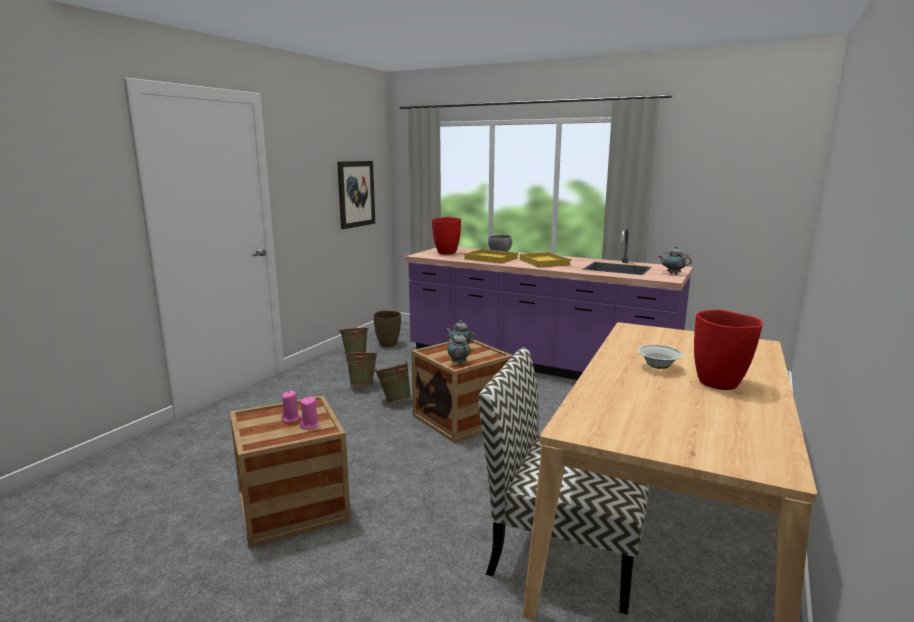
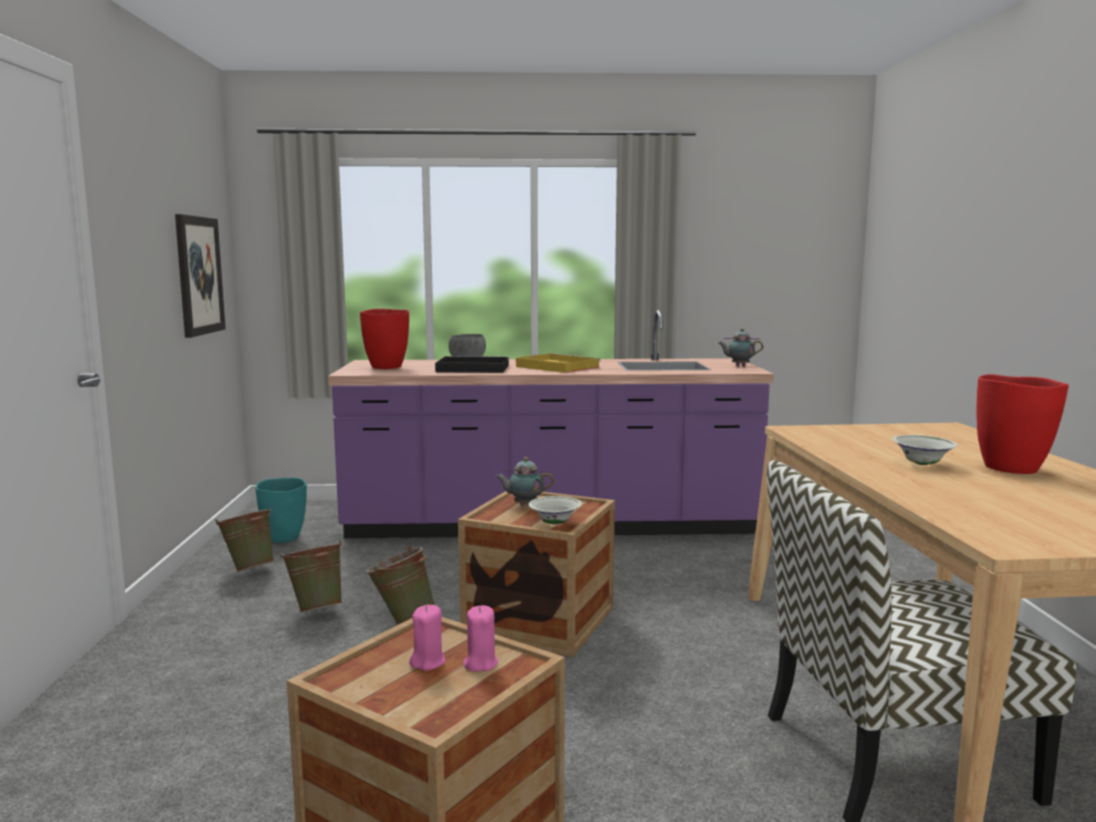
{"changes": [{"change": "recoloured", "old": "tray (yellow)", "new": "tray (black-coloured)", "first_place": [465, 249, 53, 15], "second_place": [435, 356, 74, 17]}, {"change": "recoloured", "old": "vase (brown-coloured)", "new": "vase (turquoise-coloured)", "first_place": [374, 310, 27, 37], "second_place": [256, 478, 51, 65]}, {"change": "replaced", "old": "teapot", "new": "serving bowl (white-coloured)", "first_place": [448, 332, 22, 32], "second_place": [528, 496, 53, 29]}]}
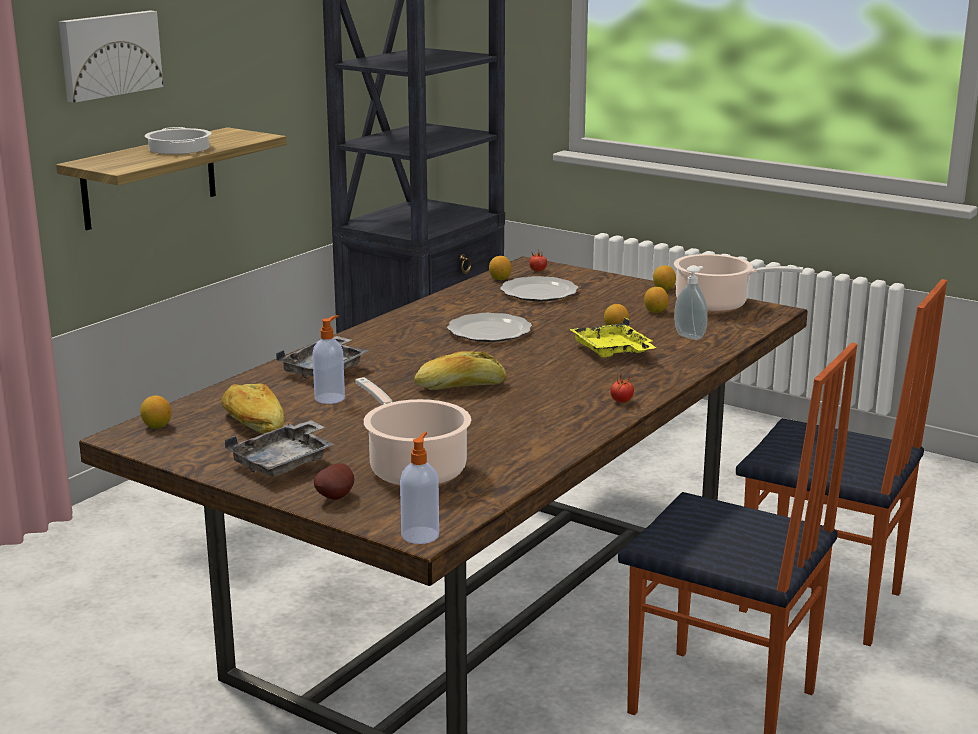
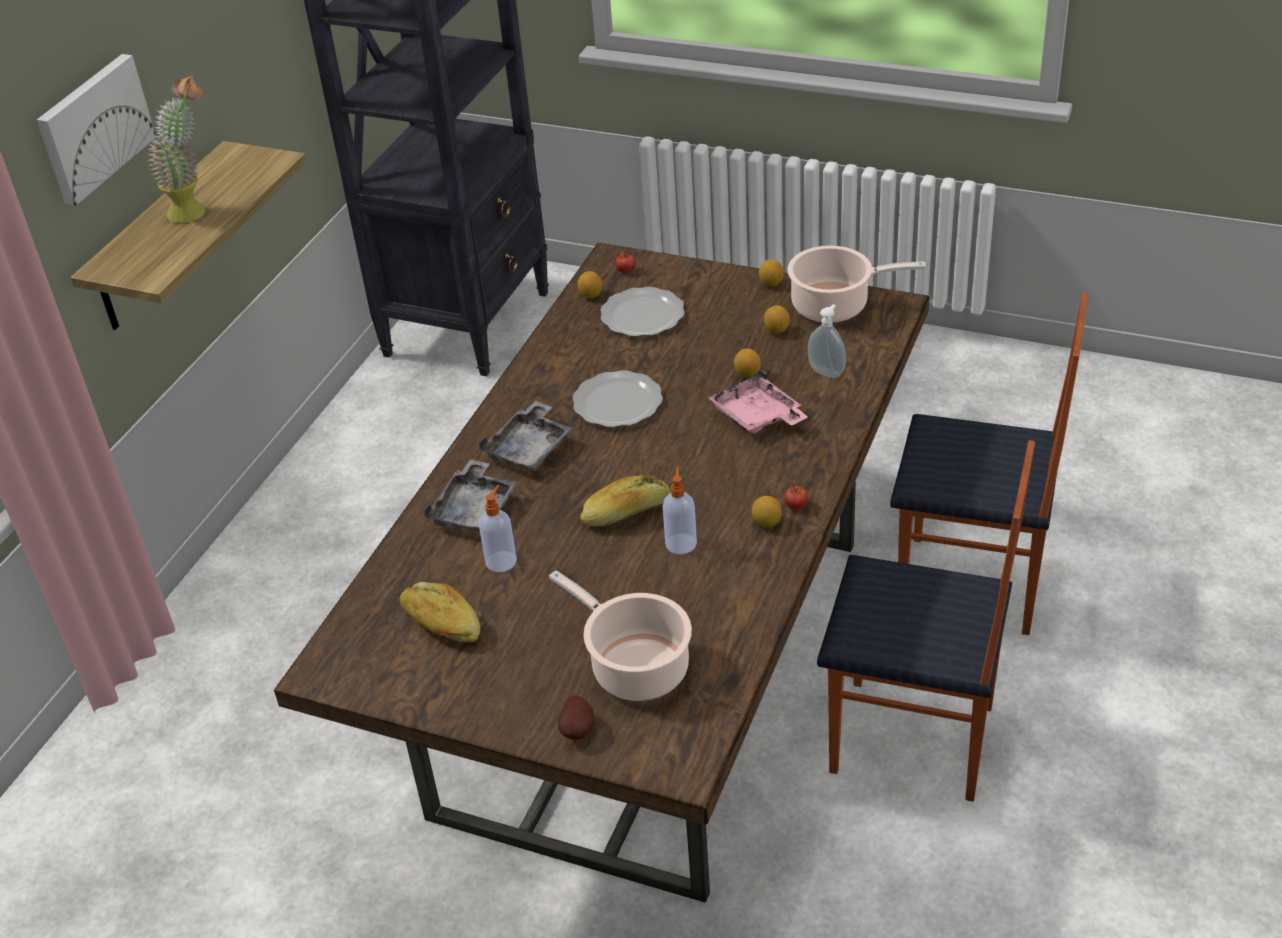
{"changes": [{"change": "replaced", "old": "saucepot", "new": "potted plant", "first_place": [145, 127, 67, 27], "second_place": [147, 75, 59, 148]}, {"change": "recoloured", "old": "tray (yellow)", "new": "tray (pinkish)", "first_place": [570, 318, 86, 40], "second_place": [708, 369, 100, 65]}, {"change": "moved", "old": "lemon", "first_place": [140, 395, 31, 34], "second_place": [752, 496, 30, 32]}, {"change": "moved", "old": "tray (greyish)", "first_place": [225, 420, 110, 57], "second_place": [479, 401, 93, 71]}, {"change": "moved", "old": "soap dispenser", "first_place": [400, 432, 39, 112], "second_place": [663, 466, 34, 89]}]}
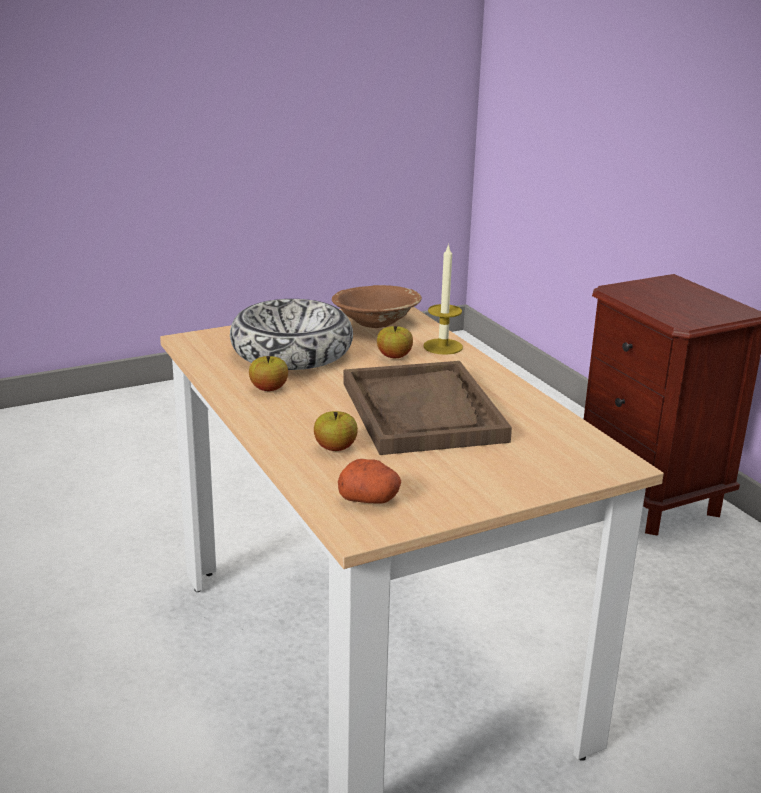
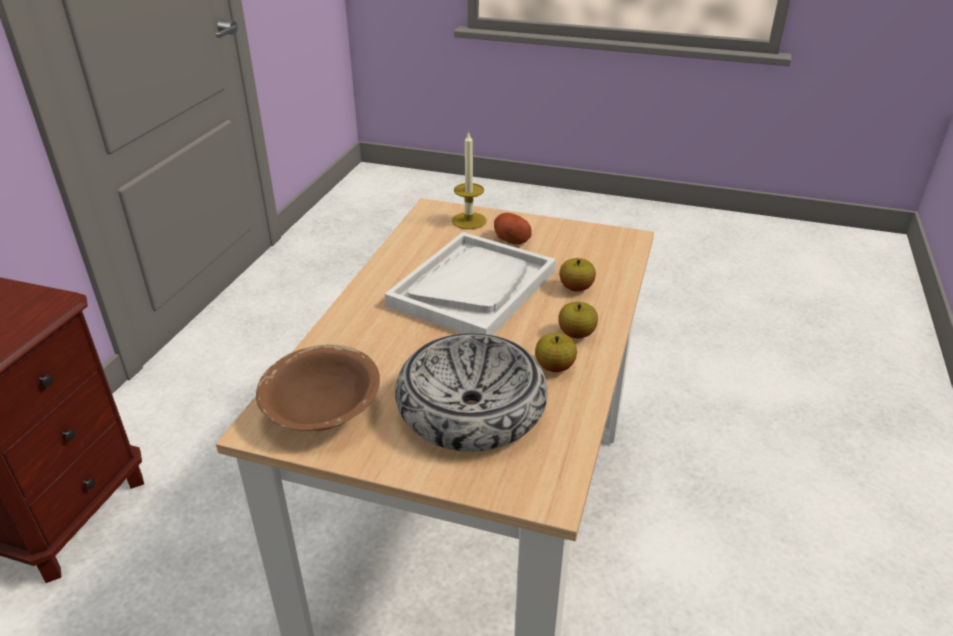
{"changes": [{"change": "moved", "old": "wax light", "first_place": [424, 243, 39, 112], "second_place": [452, 131, 34, 98]}, {"change": "moved", "old": "apple", "first_place": [377, 326, 36, 32], "second_place": [558, 302, 40, 36]}, {"change": "recoloured", "old": "tray (brown-coloured)", "new": "tray (white-coloured)", "first_place": [344, 361, 168, 94], "second_place": [385, 232, 171, 103]}, {"change": "moved", "old": "whole potato", "first_place": [338, 459, 63, 45], "second_place": [494, 213, 38, 31]}]}
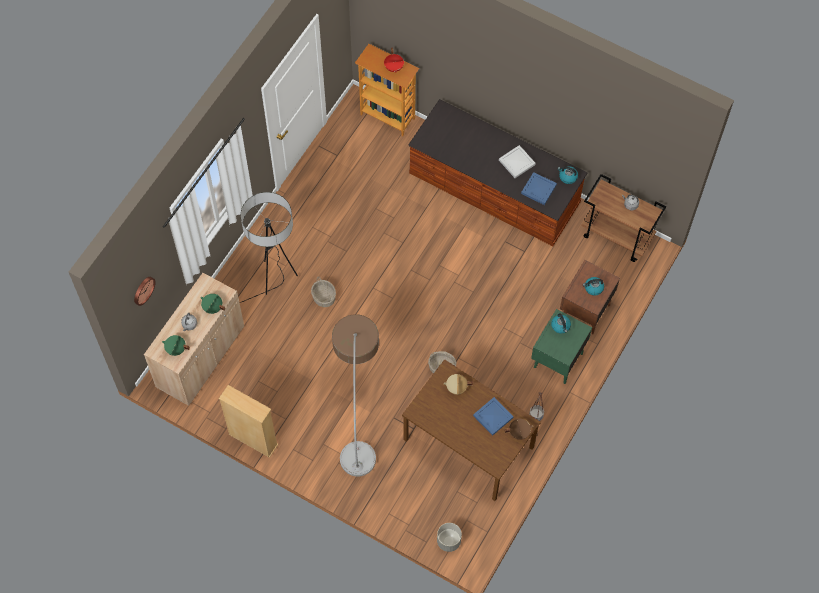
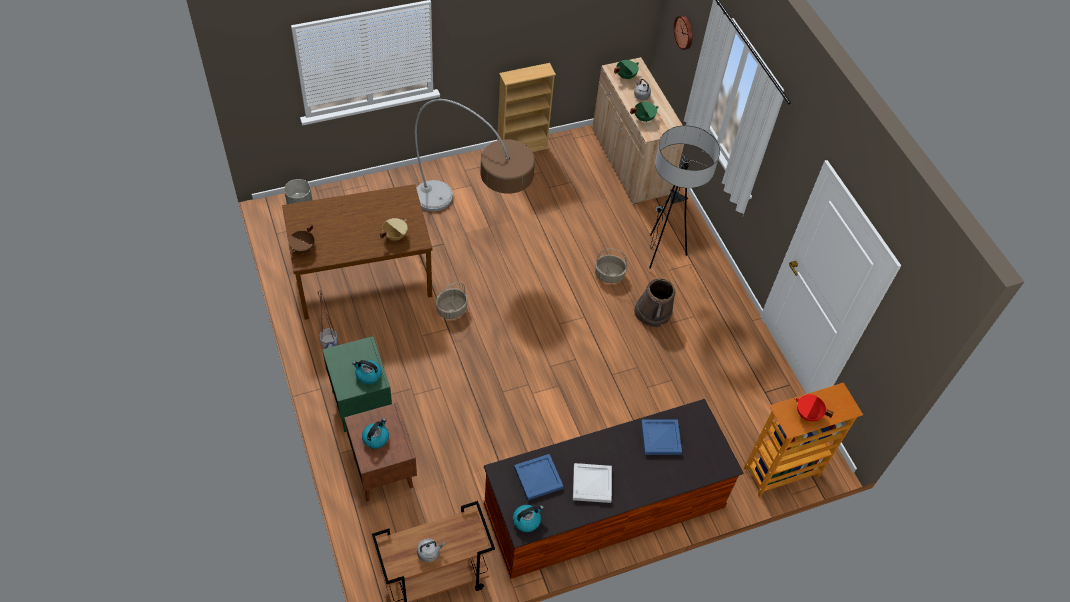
{"changes": [{"change": "moved", "old": "tray (bluish)", "first_place": [473, 397, 40, 39], "second_place": [641, 419, 41, 36]}, {"change": "added", "new": "bucket (brown-coloured)", "second_place": [634, 278, 41, 49]}]}
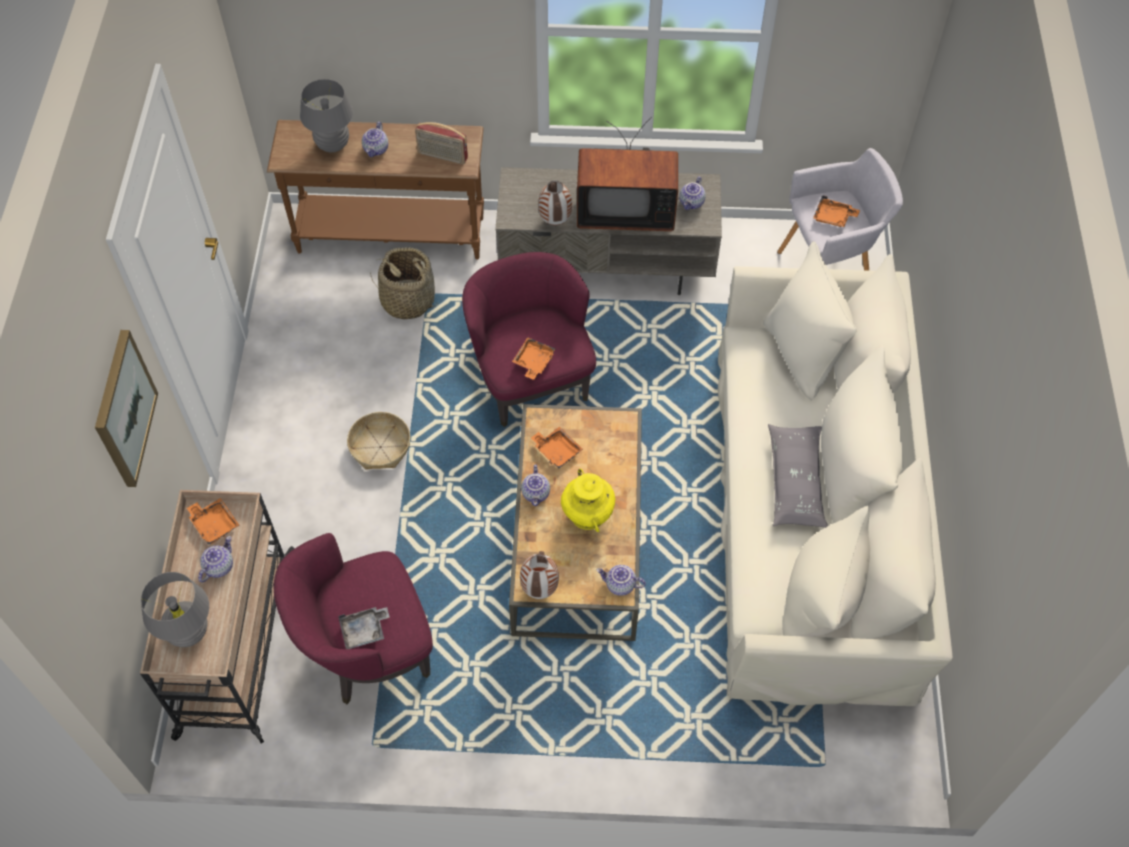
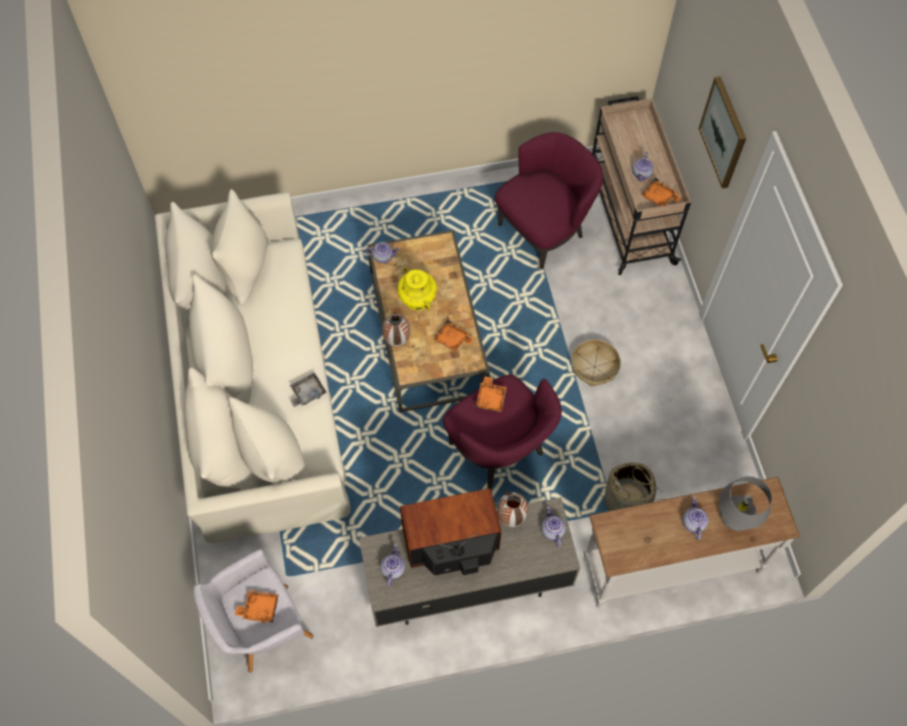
{"changes": [{"change": "recoloured", "old": "narrow table (brown-coloured)", "new": "narrow table (white-coloured)", "first_place": [267, 120, 217, 140], "second_place": [584, 477, 216, 131]}, {"change": "removed", "old": "radio", "first_place": [415, 122, 53, 43]}, {"change": "removed", "old": "pillow (greyish)", "first_place": [768, 424, 60, 104]}, {"change": "moved", "old": "teapot", "first_place": [521, 464, 29, 42], "second_place": [541, 506, 25, 41]}, {"change": "moved", "old": "vase", "first_place": [520, 551, 39, 48], "second_place": [382, 312, 28, 35]}, {"change": "removed", "old": "table lamp (greyish)", "first_place": [140, 572, 69, 75]}, {"change": "moved", "old": "tray (greyish)", "first_place": [339, 607, 51, 42], "second_place": [290, 372, 37, 35]}]}
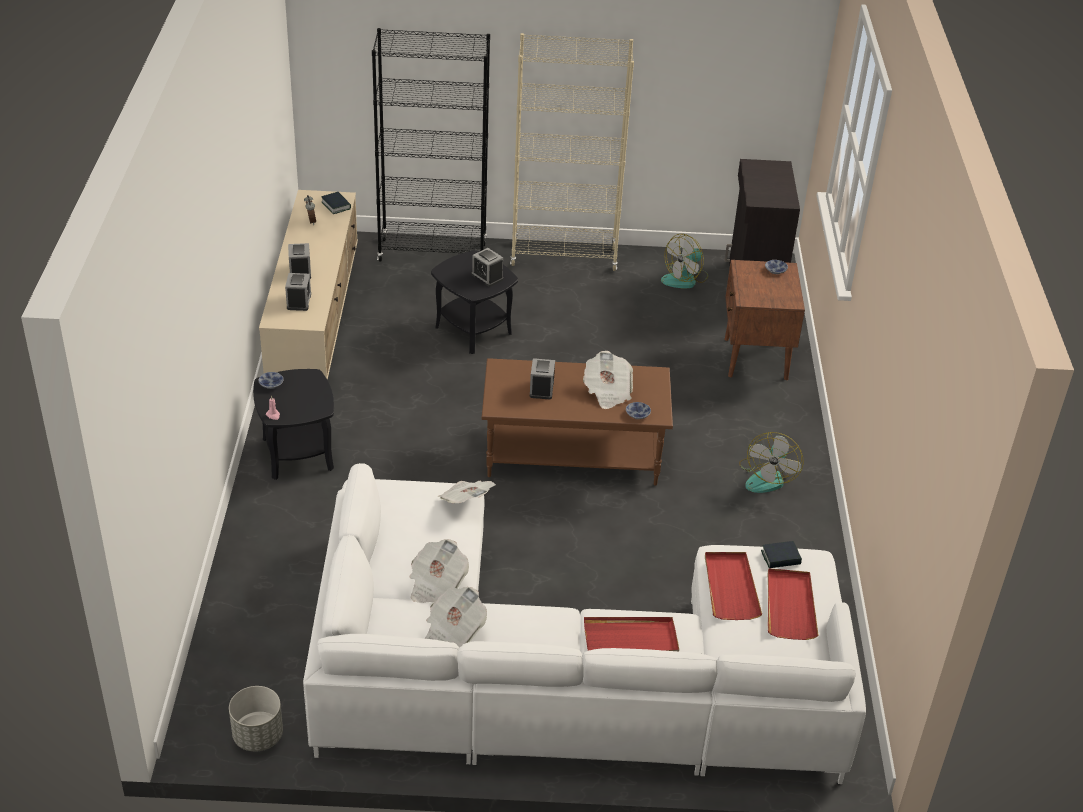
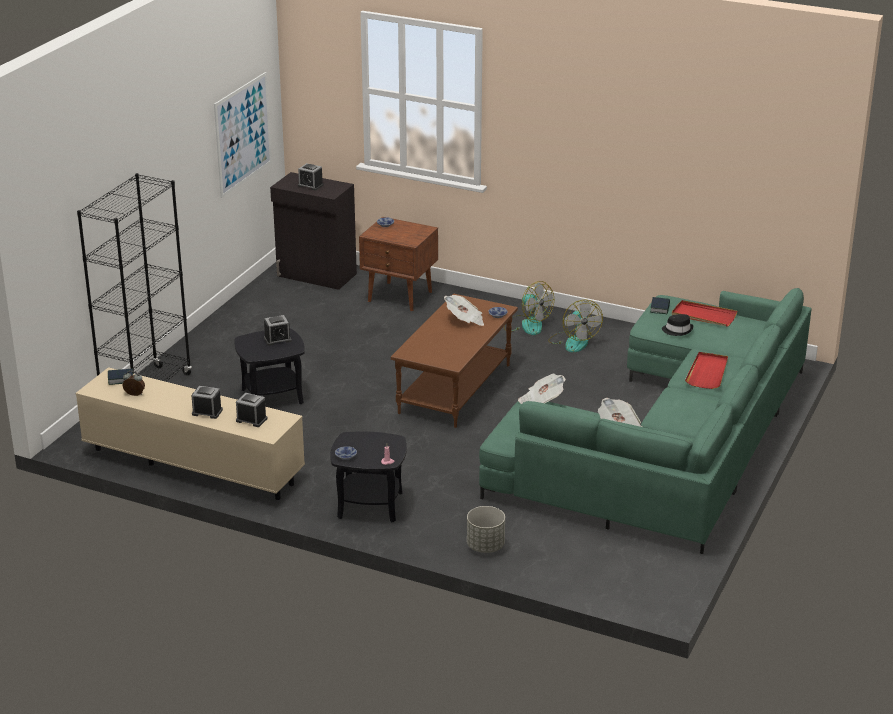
{"changes": [{"change": "removed", "old": "shelving unit (sand-coloured)", "first_place": [510, 33, 124, 238]}, {"change": "moved", "old": "cooling fan", "first_place": [661, 234, 47, 54], "second_place": [548, 300, 55, 53]}, {"change": "moved", "old": "alarm clock", "first_place": [530, 358, 25, 41], "second_place": [298, 163, 26, 27]}, {"change": "recoloured", "old": "settee (white-coloured)", "new": "settee (greenish)", "first_place": [303, 463, 563, 321], "second_place": [479, 288, 333, 266]}, {"change": "replaced", "old": "tray (red-coloured)", "new": "hat (black-coloured)", "first_place": [705, 552, 57, 68], "second_place": [662, 314, 32, 22]}, {"change": "removed", "old": "printed paper", "first_place": [425, 587, 62, 61]}, {"change": "moved", "old": "planter (greyish)", "first_place": [229, 686, 54, 66], "second_place": [467, 506, 38, 47]}, {"change": "added", "new": "wall picture", "second_place": [214, 72, 58, 126]}]}
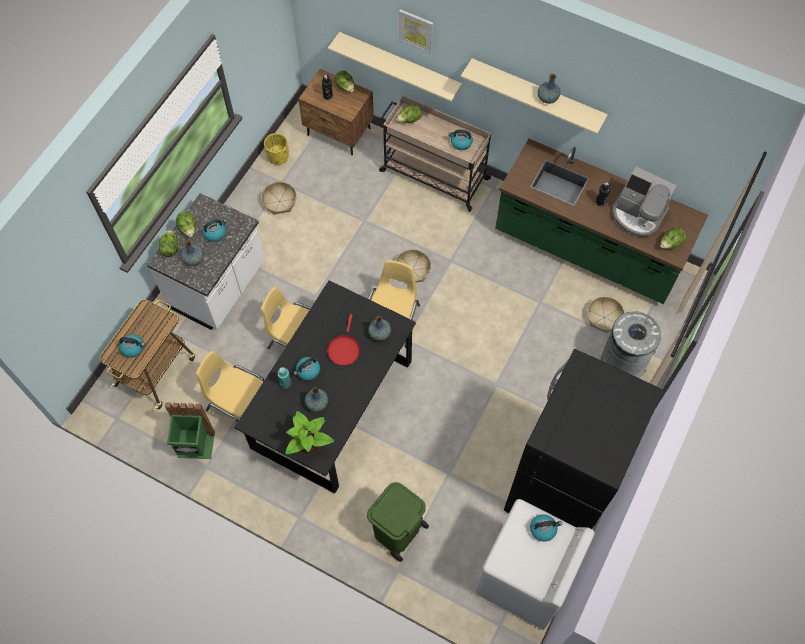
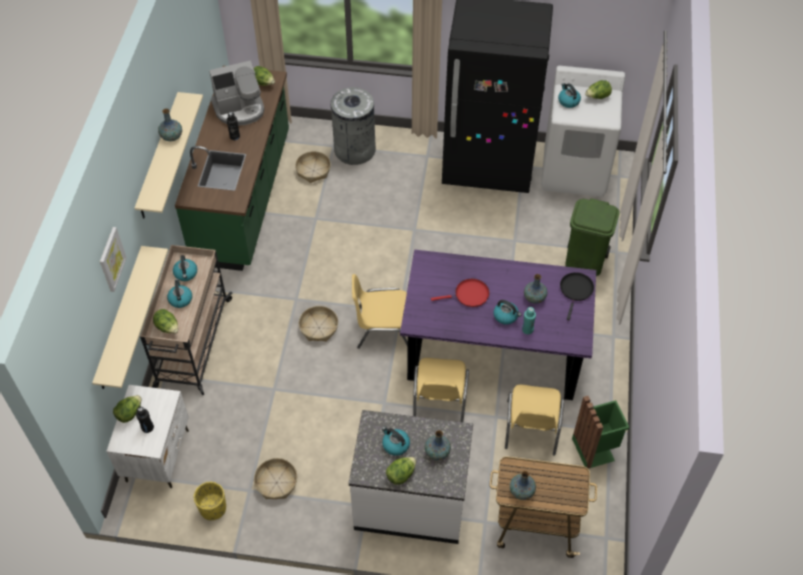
{"changes": [{"change": "recoloured", "old": "bedside table (brown-coloured)", "new": "bedside table (white-coloured)", "first_place": [298, 69, 76, 86], "second_place": [106, 385, 83, 103]}, {"change": "turned", "old": "coffee maker", "first_place": [612, 167, 65, 70], "second_place": [209, 60, 56, 66], "degrees": 60}, {"change": "moved", "old": "lettuce", "first_place": [159, 230, 19, 27], "second_place": [585, 80, 27, 19]}, {"change": "recoloured", "old": "dining table (black-coloured)", "new": "dining table (purple)", "first_place": [234, 280, 182, 214], "second_place": [400, 249, 196, 151]}, {"change": "moved", "old": "vase", "first_place": [368, 316, 23, 25], "second_place": [510, 471, 26, 29]}, {"change": "moved", "old": "kettle", "first_place": [119, 334, 26, 23], "second_place": [167, 279, 25, 29]}, {"change": "replaced", "old": "potted plant", "new": "skillet (black-coloured)", "first_place": [285, 411, 49, 43], "second_place": [560, 272, 34, 48]}]}
